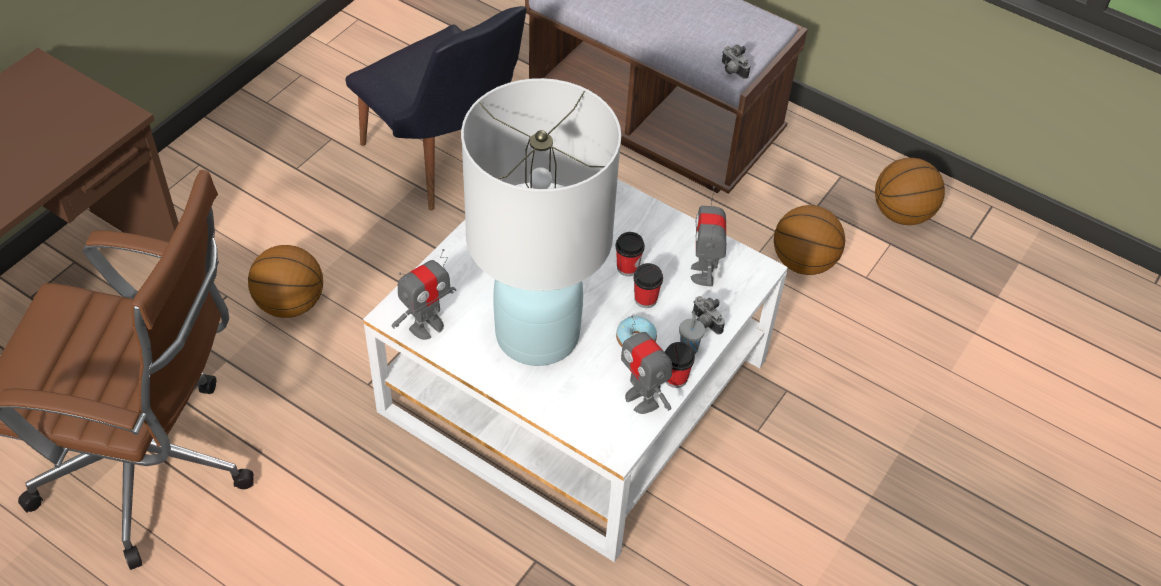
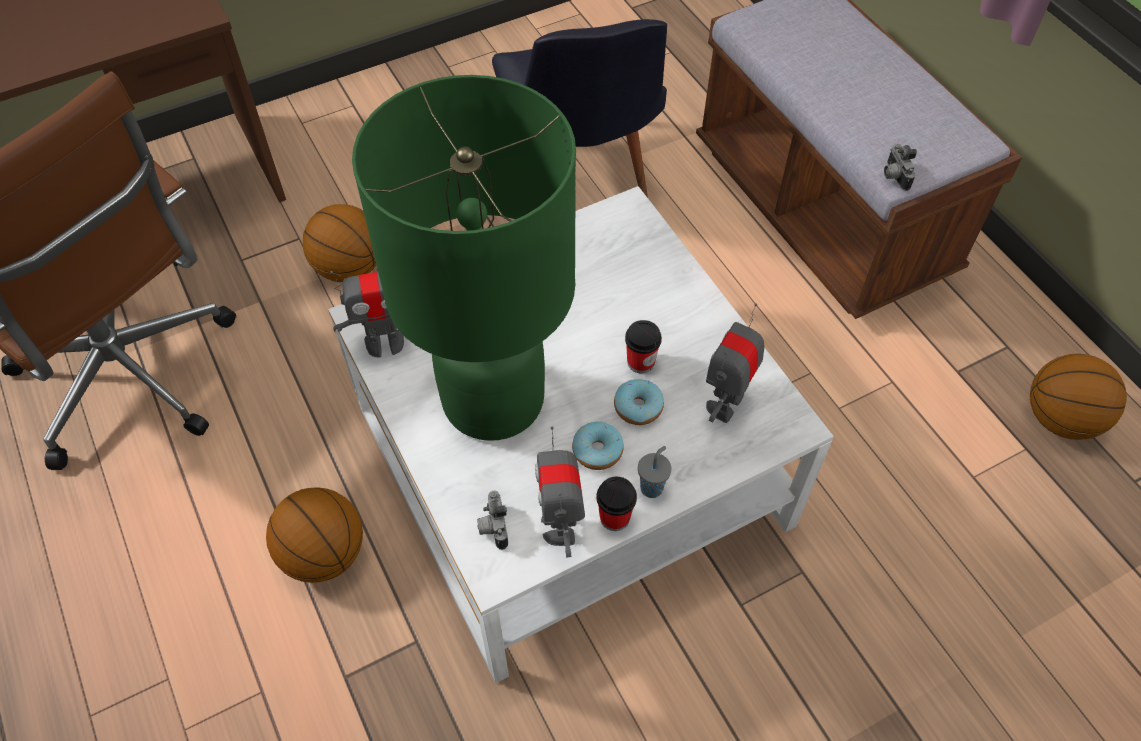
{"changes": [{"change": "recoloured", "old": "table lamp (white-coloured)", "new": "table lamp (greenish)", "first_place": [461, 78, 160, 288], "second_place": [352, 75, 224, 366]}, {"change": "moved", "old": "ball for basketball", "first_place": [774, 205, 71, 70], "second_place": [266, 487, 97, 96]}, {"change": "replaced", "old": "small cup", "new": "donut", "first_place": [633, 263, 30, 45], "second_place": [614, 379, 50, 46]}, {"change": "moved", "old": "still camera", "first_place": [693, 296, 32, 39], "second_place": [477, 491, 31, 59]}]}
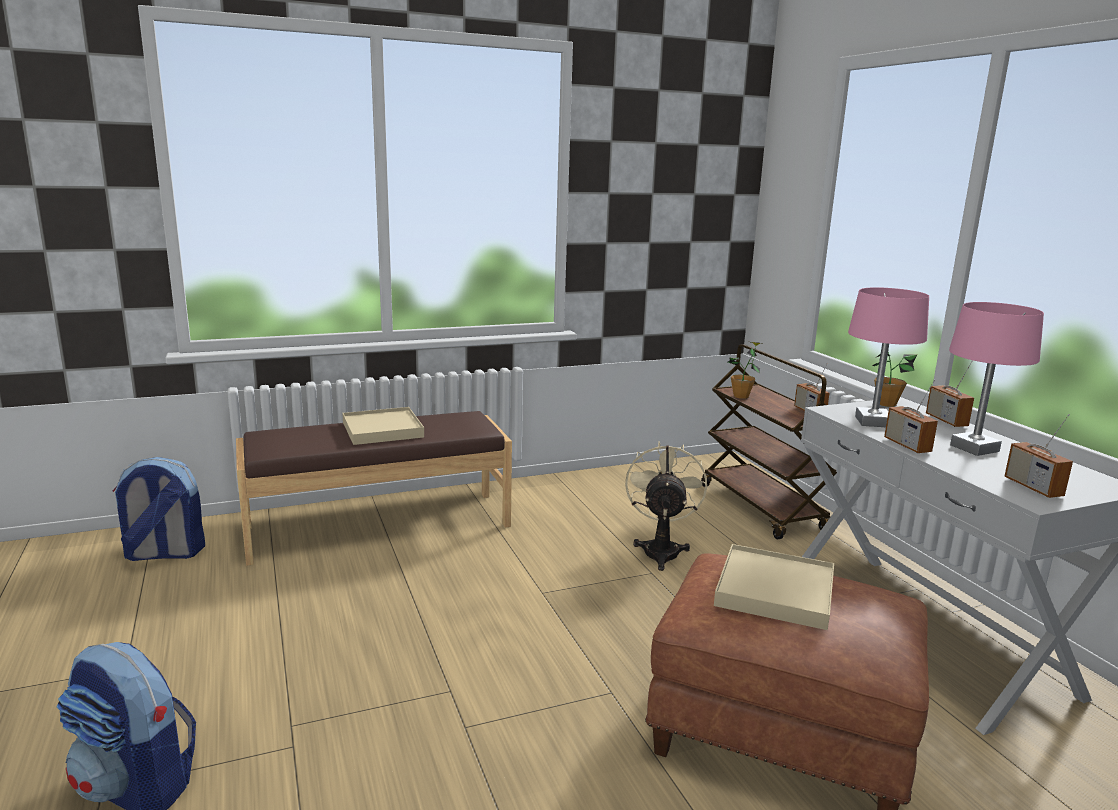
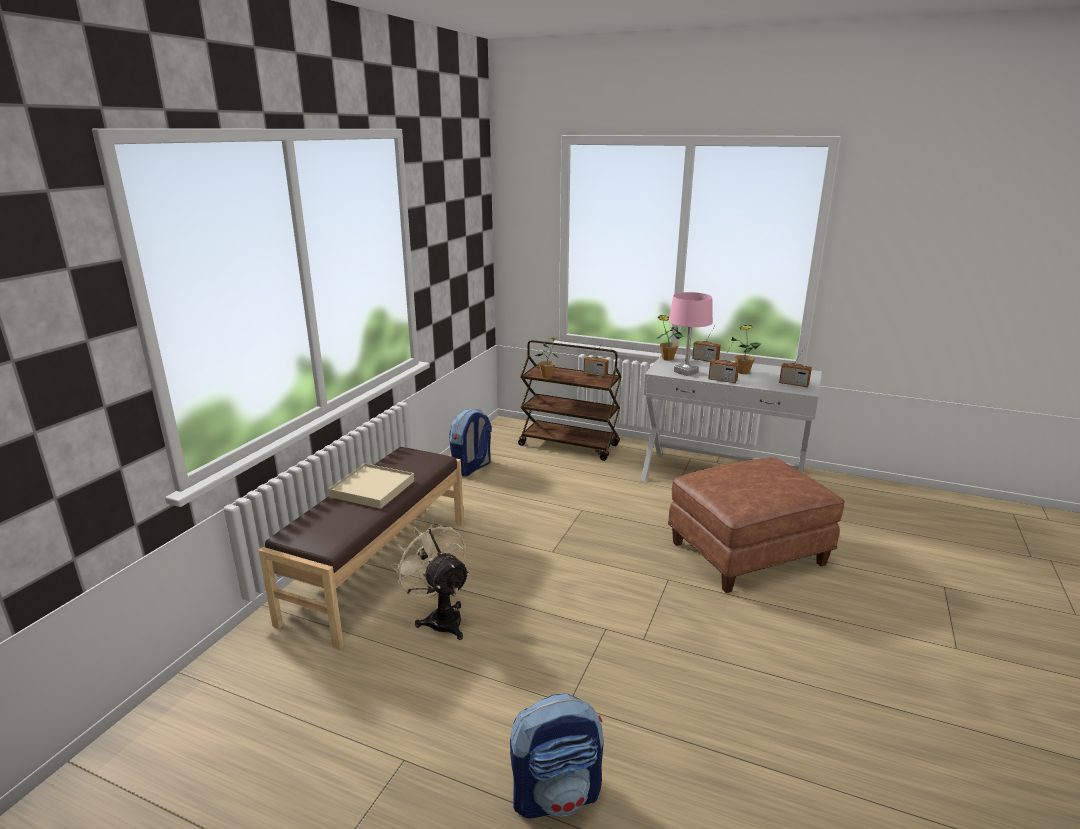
{"changes": [{"change": "replaced", "old": "table lamp (pinkish)", "new": "potted plant", "first_place": [949, 302, 95, 154], "second_place": [731, 325, 30, 49]}, {"change": "moved", "old": "cooling fan (sand-coloured)", "first_place": [625, 442, 82, 129], "second_place": [391, 521, 79, 119]}, {"change": "moved", "old": "backpack", "first_place": [112, 457, 93, 104], "second_place": [449, 409, 43, 67]}, {"change": "removed", "old": "tray (sand-coloured)", "first_place": [714, 544, 120, 86]}]}
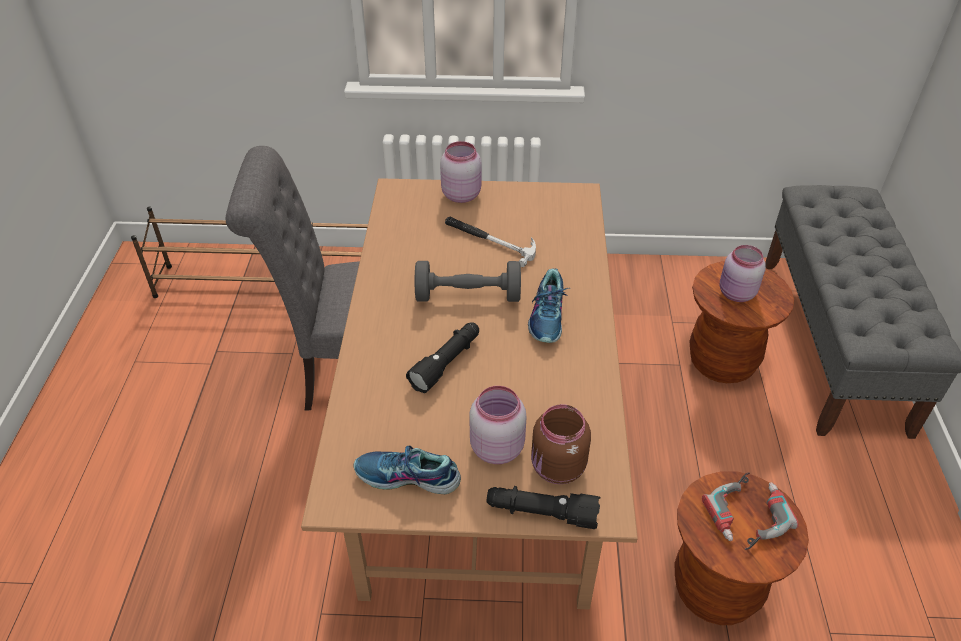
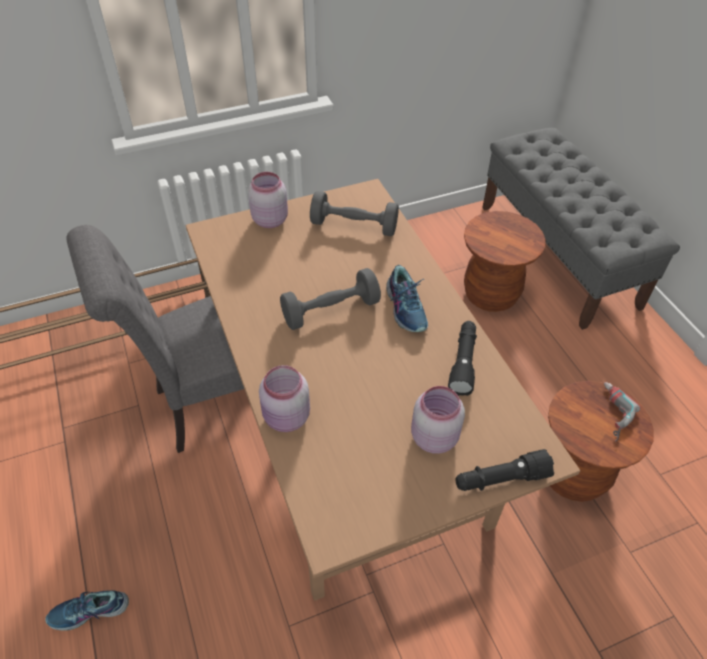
{"changes": [{"change": "removed", "old": "hammer", "first_place": [445, 217, 91, 50]}, {"change": "moved", "old": "jar (pinkish)", "first_place": [720, 245, 46, 57], "second_place": [259, 365, 51, 67]}, {"change": "moved", "old": "hand torch (black-coloured)", "first_place": [406, 322, 73, 71], "second_place": [448, 321, 29, 75]}, {"change": "removed", "old": "jar (brown-coloured)", "first_place": [531, 404, 60, 80]}, {"change": "moved", "old": "shoe", "first_place": [354, 446, 107, 48], "second_place": [45, 590, 84, 41]}, {"change": "removed", "old": "electric drill", "first_place": [702, 472, 48, 69]}, {"change": "added", "new": "hand weight (greyish)", "second_place": [310, 191, 89, 45]}]}
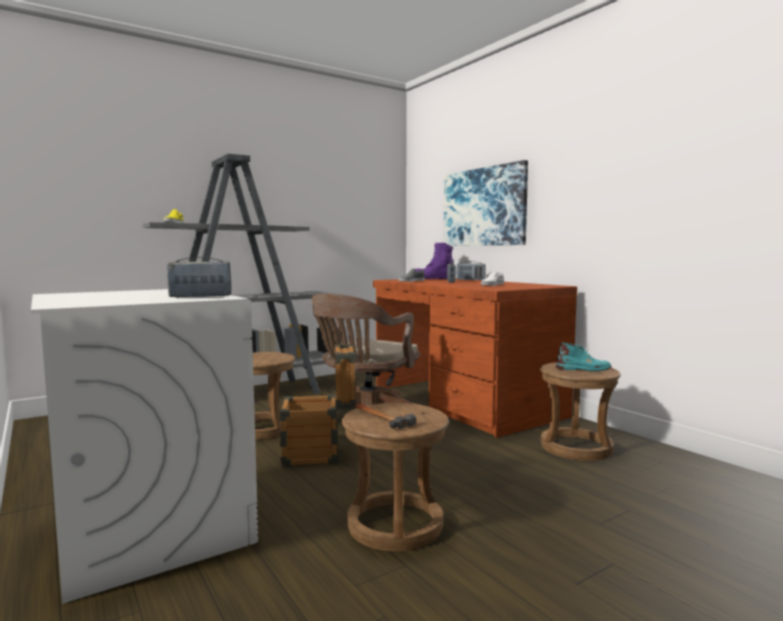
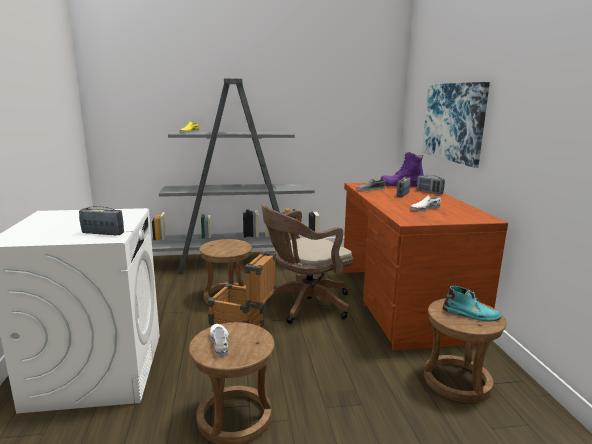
{"changes": [{"change": "replaced", "old": "hammer", "new": "shoe (white-coloured)", "first_place": [355, 404, 61, 25], "second_place": [210, 324, 19, 33]}]}
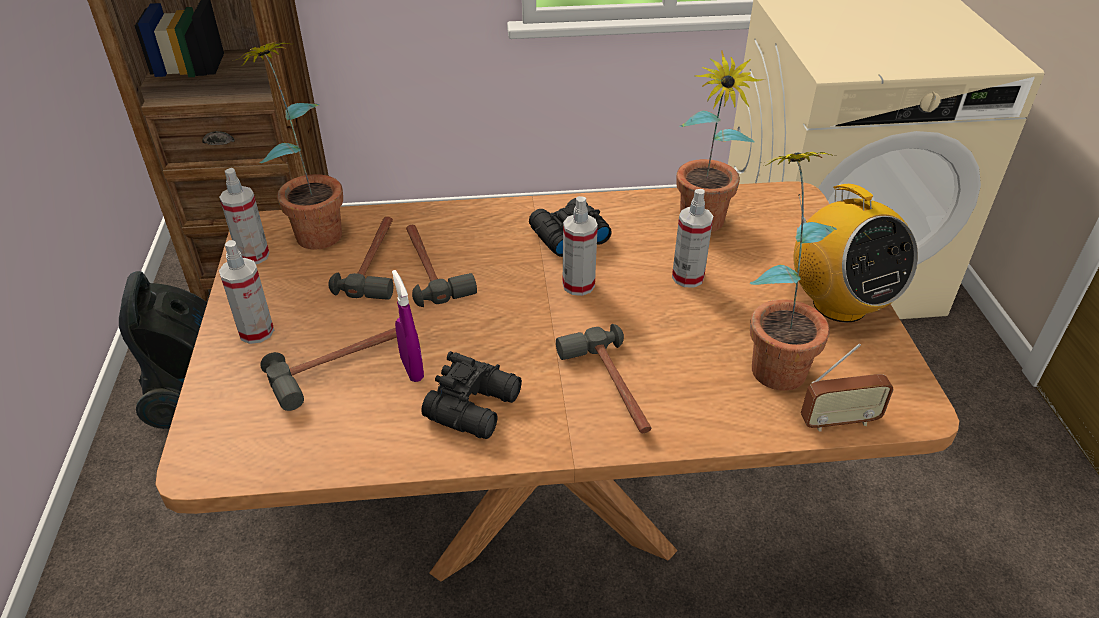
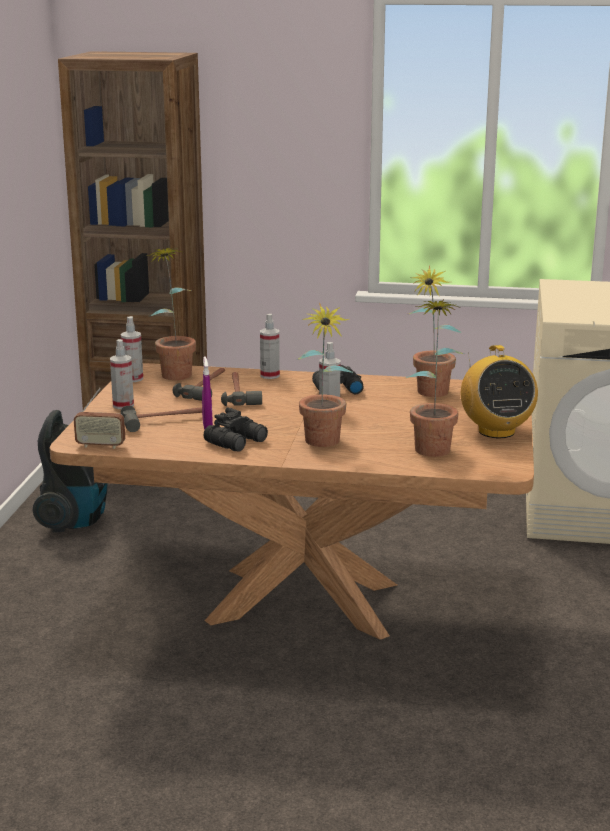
{"changes": [{"change": "moved", "old": "sprayer", "first_place": [672, 189, 41, 98], "second_place": [260, 314, 20, 65]}, {"change": "replaced", "old": "hammer", "new": "potted plant", "first_place": [556, 324, 96, 109], "second_place": [296, 303, 57, 144]}, {"change": "moved", "old": "radio", "first_place": [801, 343, 93, 89], "second_place": [74, 388, 51, 61]}]}
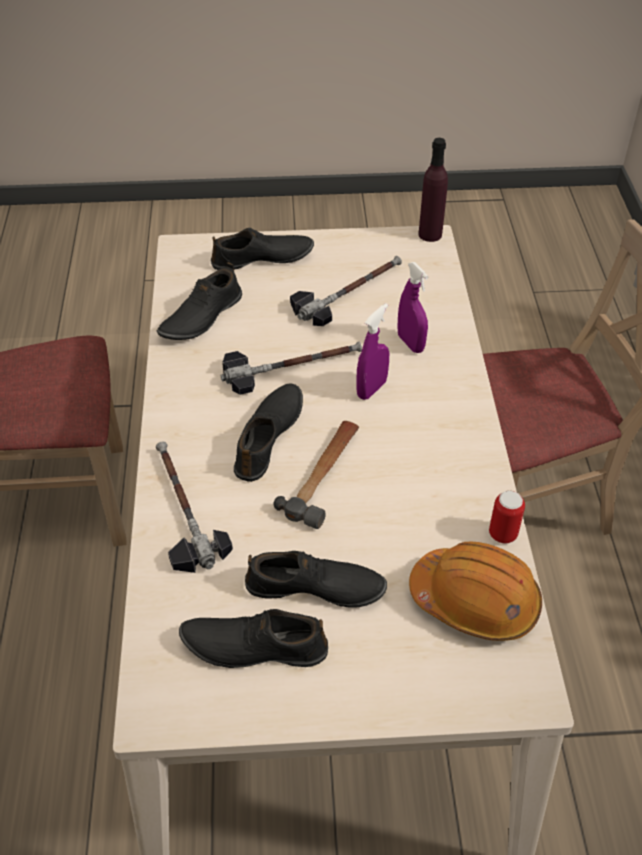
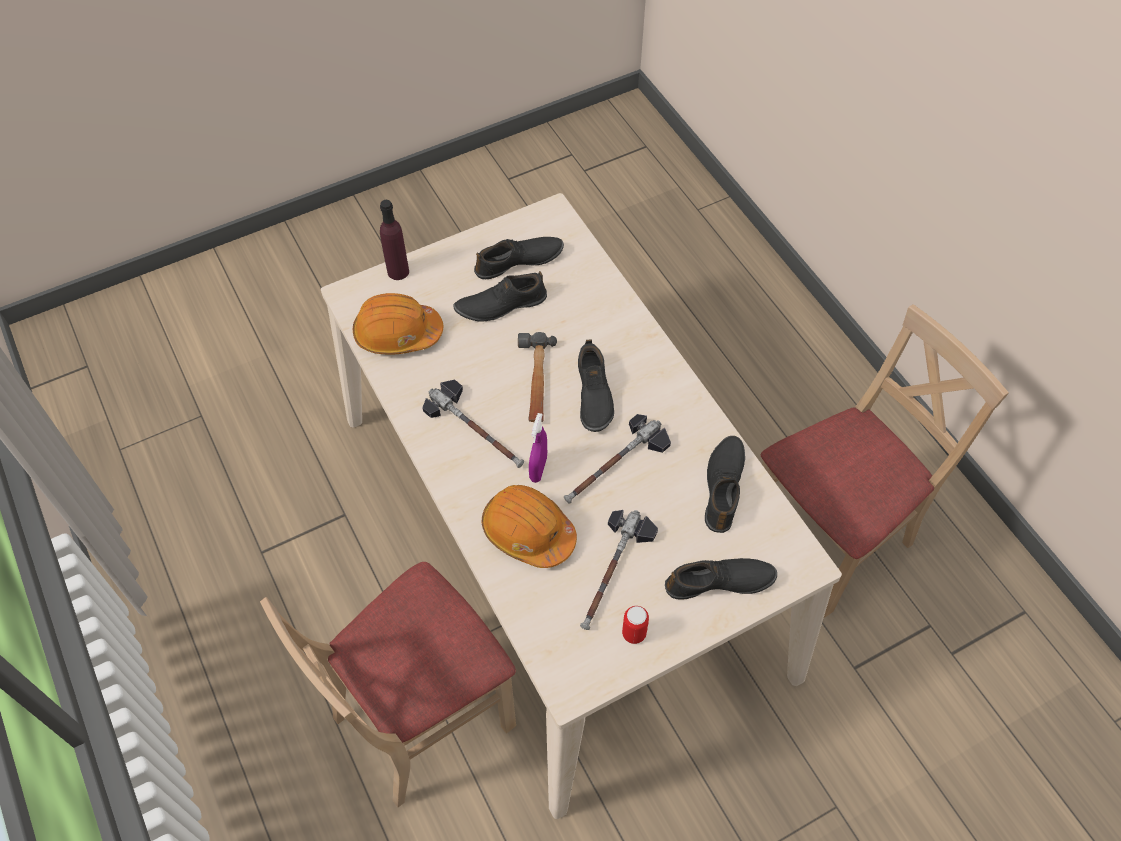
{"changes": [{"change": "moved", "old": "bottle (purple)", "first_place": [418, 138, 30, 104], "second_place": [380, 200, 29, 80]}, {"change": "turned", "old": "shoe (black-coloured)", "first_place": [211, 228, 103, 42], "second_place": [665, 558, 112, 42], "degrees": -150}, {"change": "replaced", "old": "sprayer (purple)", "new": "hard hat (orange-coloured)", "first_place": [397, 262, 32, 91], "second_place": [482, 485, 95, 83]}, {"change": "moved", "old": "hammer", "first_place": [156, 441, 77, 132], "second_place": [422, 380, 102, 88]}, {"change": "moved", "old": "metal can", "first_place": [489, 491, 36, 53], "second_place": [622, 606, 27, 38]}]}
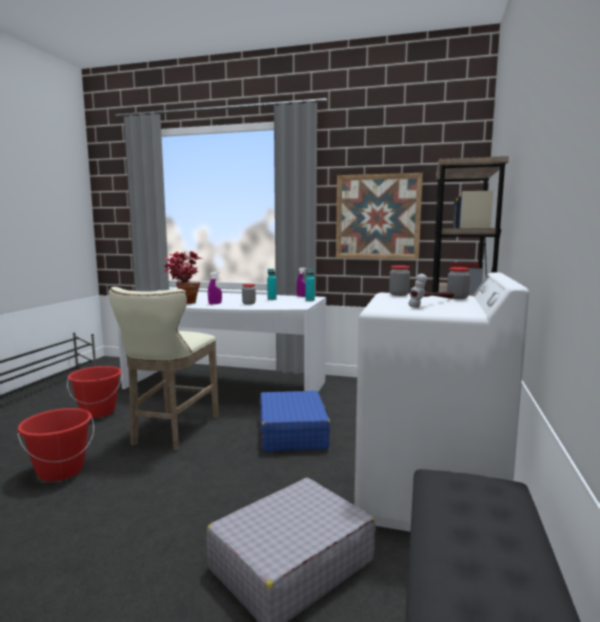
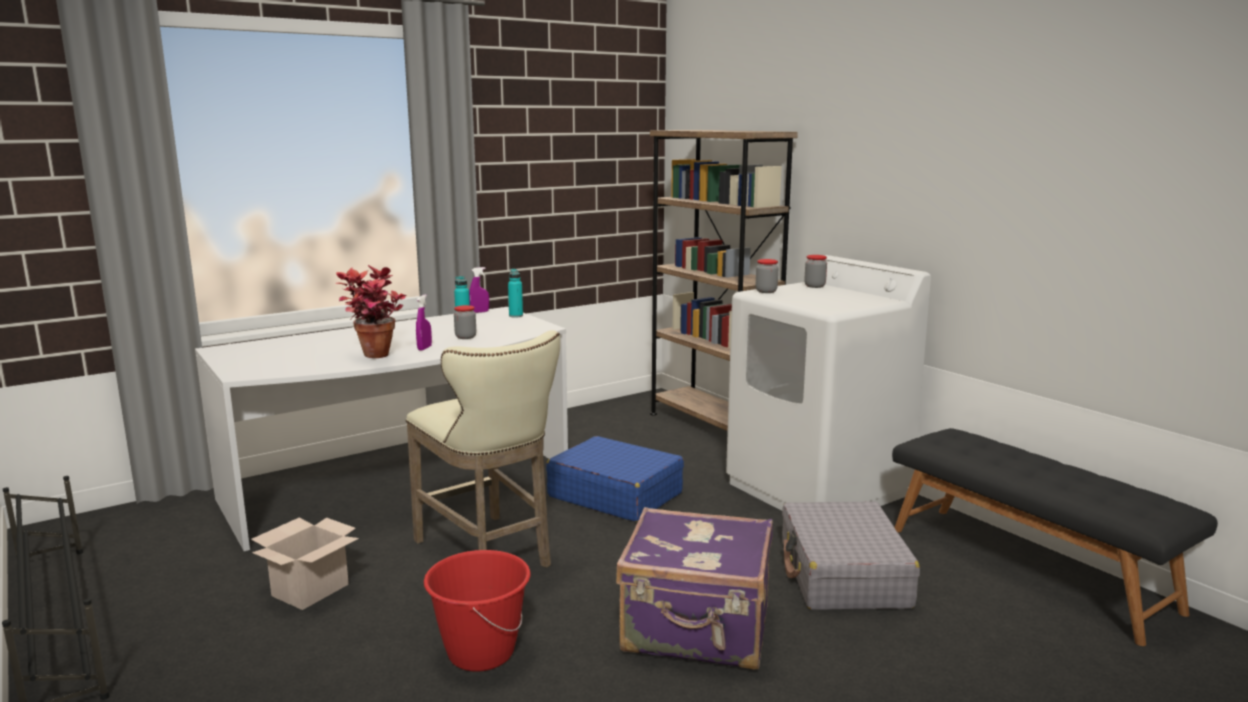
{"changes": [{"change": "removed", "old": "wall picture", "first_place": [336, 173, 87, 86]}, {"change": "removed", "old": "hammer", "first_place": [409, 274, 45, 34]}, {"change": "replaced", "old": "bucket (red-coloured)", "new": "carton", "first_place": [67, 366, 55, 52], "second_place": [251, 518, 108, 92]}, {"change": "added", "new": "piece of luggage (purple)", "second_place": [616, 507, 157, 162]}]}
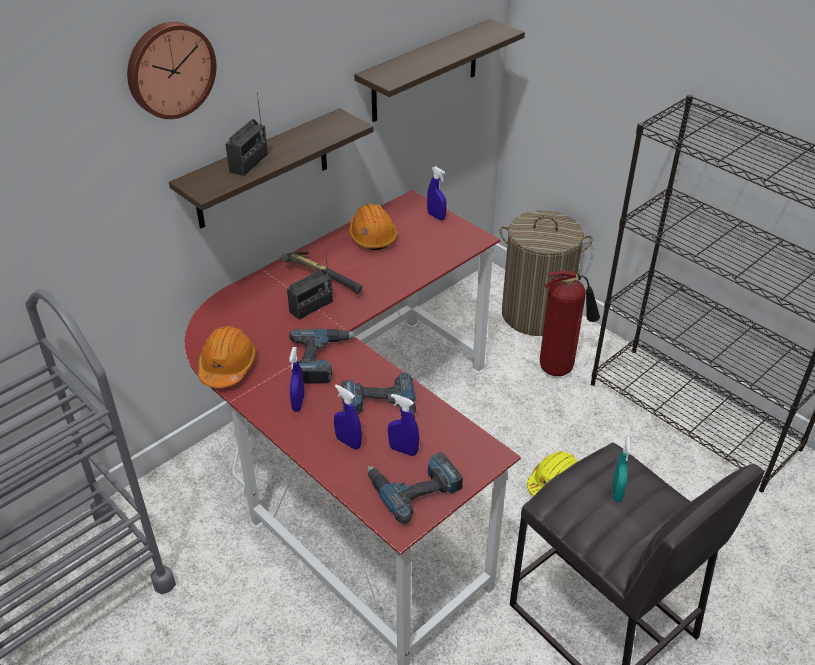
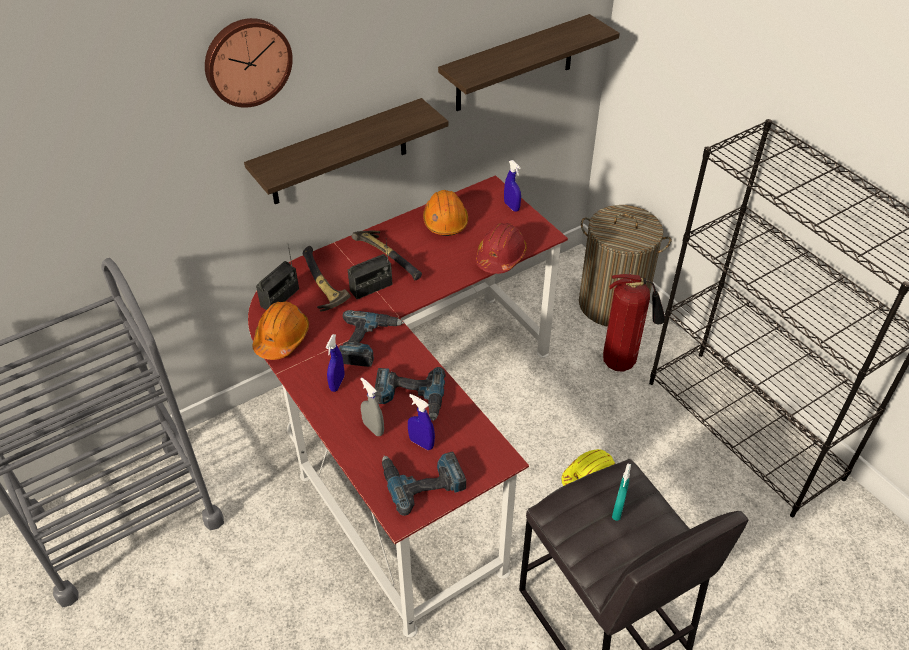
{"changes": [{"change": "moved", "old": "radio", "first_place": [225, 93, 43, 83], "second_place": [256, 246, 43, 64]}, {"change": "recoloured", "old": "sprayer (bluish)", "new": "sprayer (greyish)", "first_place": [334, 385, 28, 64], "second_place": [360, 378, 24, 58]}, {"change": "added", "new": "hard hat (red-coloured)", "second_place": [476, 223, 51, 51]}, {"change": "added", "new": "hammer", "second_place": [303, 246, 48, 66]}]}
